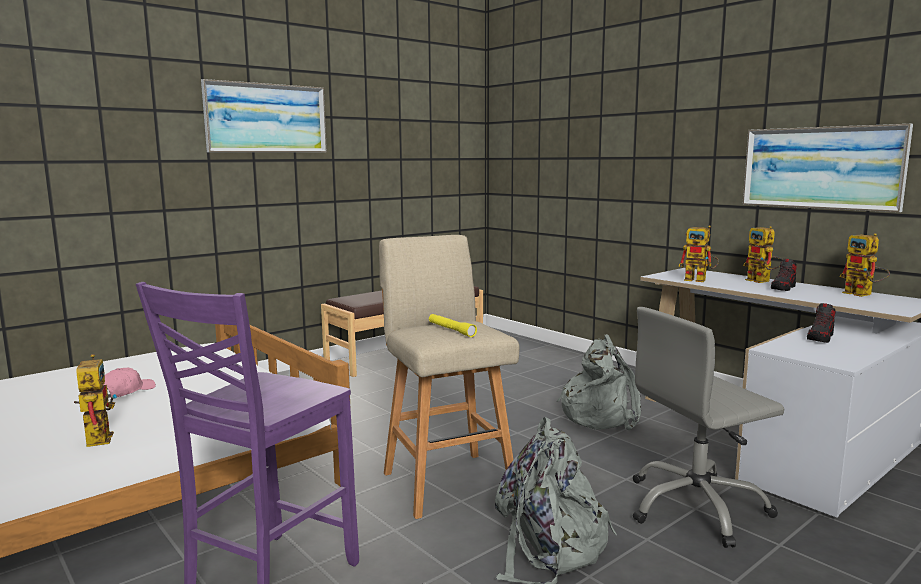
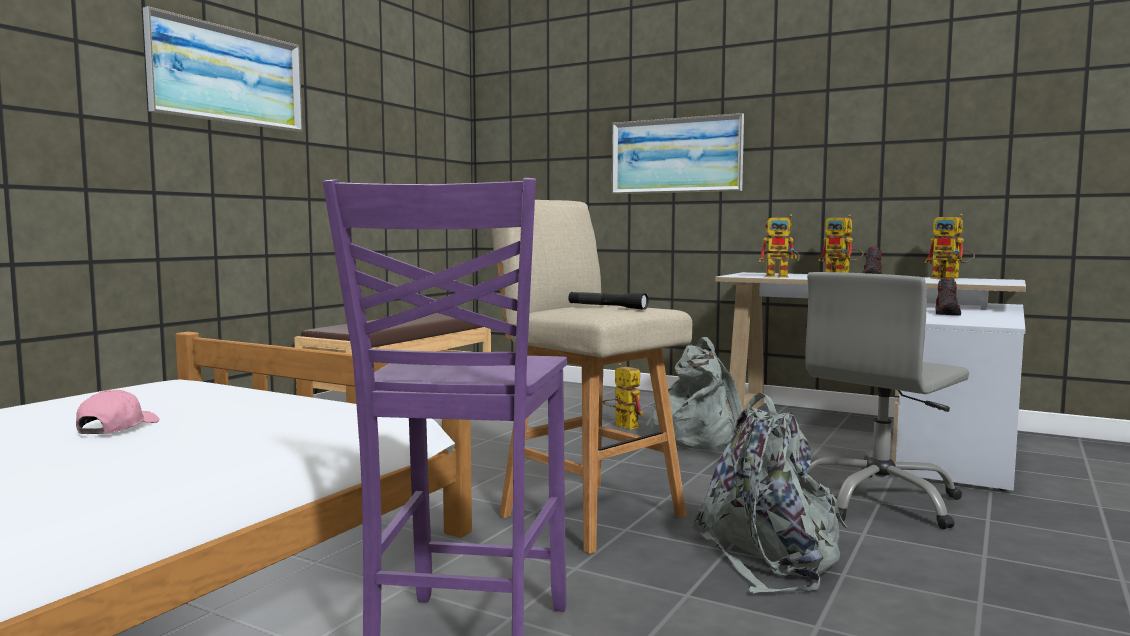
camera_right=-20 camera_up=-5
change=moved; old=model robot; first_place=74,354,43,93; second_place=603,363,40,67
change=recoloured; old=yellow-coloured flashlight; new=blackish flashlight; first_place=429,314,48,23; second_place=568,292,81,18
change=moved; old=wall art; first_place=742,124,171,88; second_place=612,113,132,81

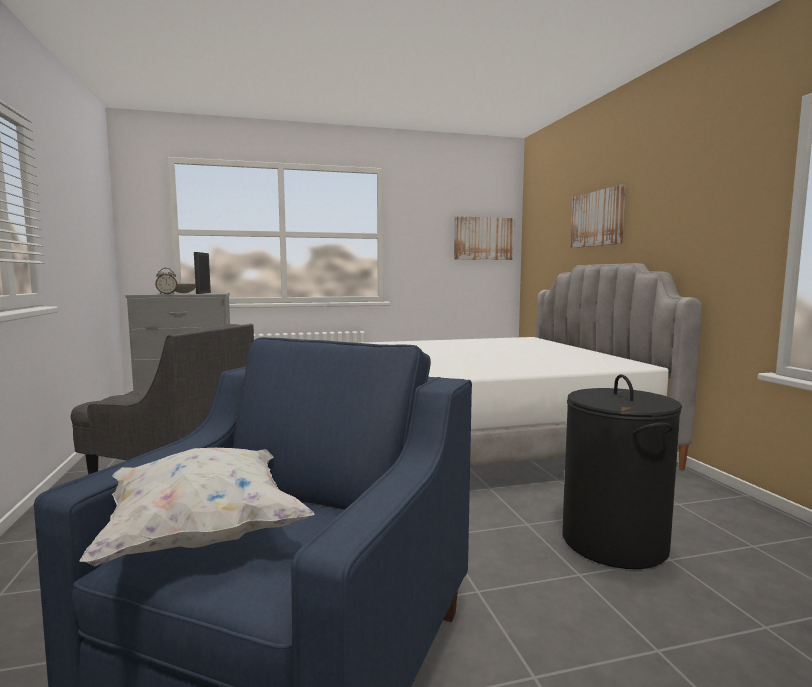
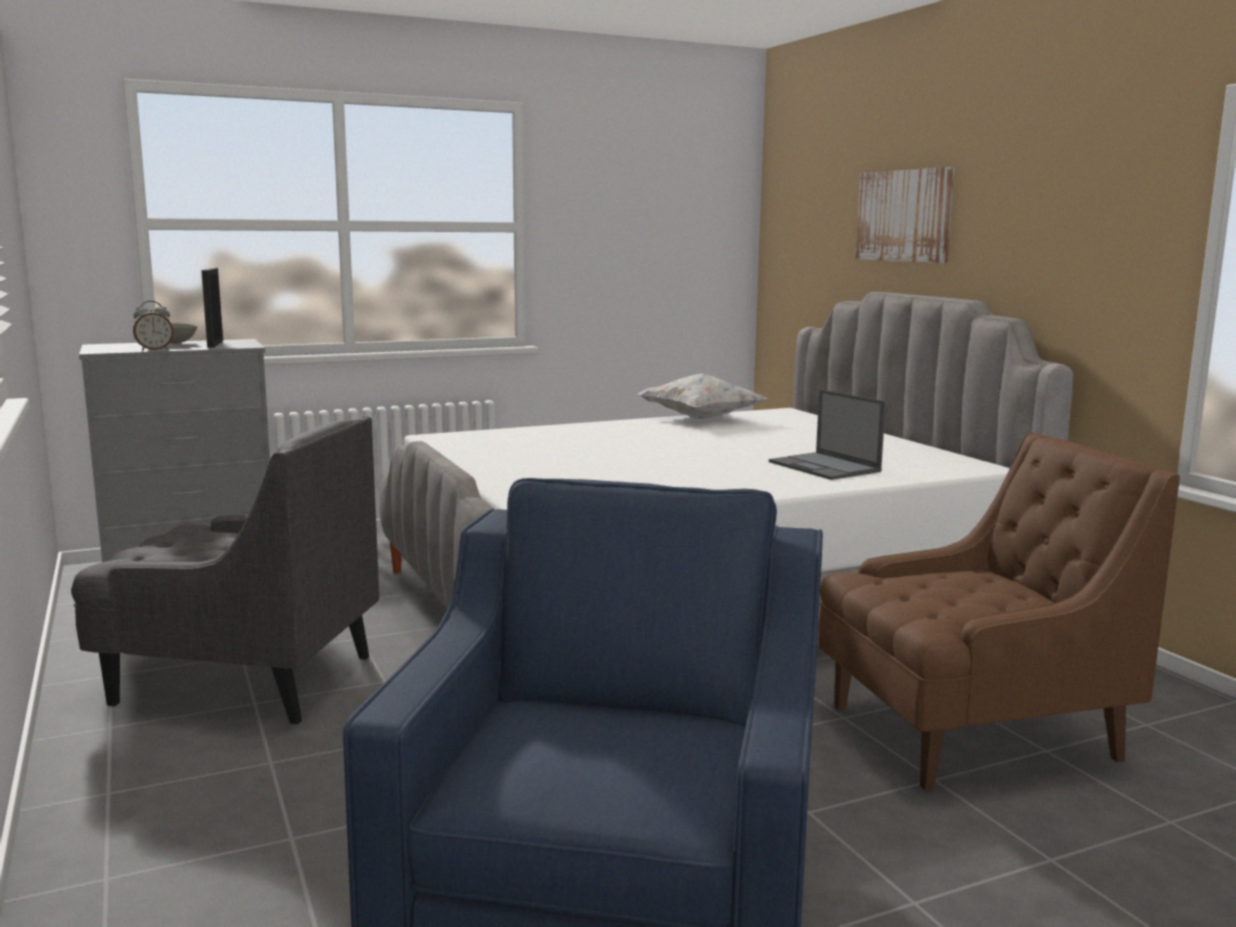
camera_right=-10 camera_up=5
change=moved; old=white-coloured throw pillow; first_place=79,448,236,118; second_place=638,374,129,45
change=removed; old=wall art; first_place=454,216,60,44
change=replaced; old=blackish laundry basket; new=brown lounge chair; first_place=562,374,120,195; second_place=819,432,361,359
change=added; new=laptop; second_place=769,389,117,91

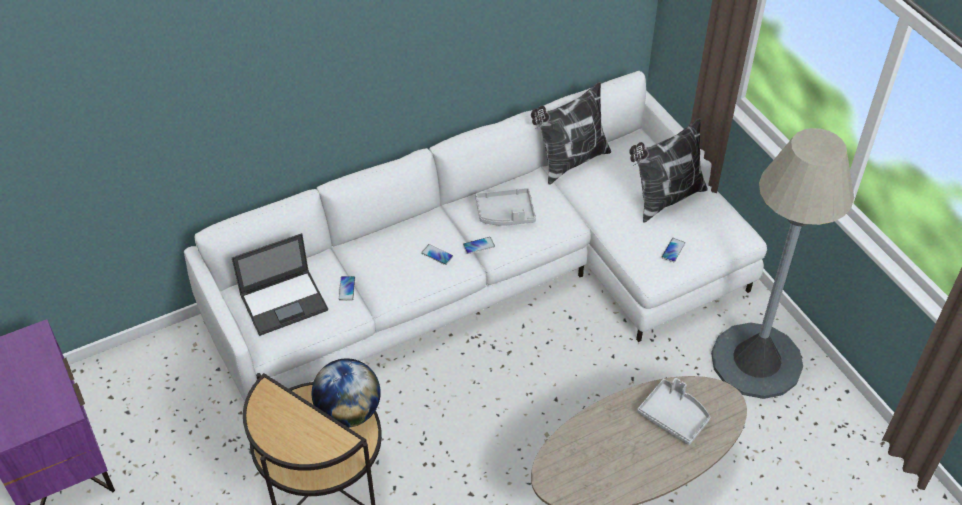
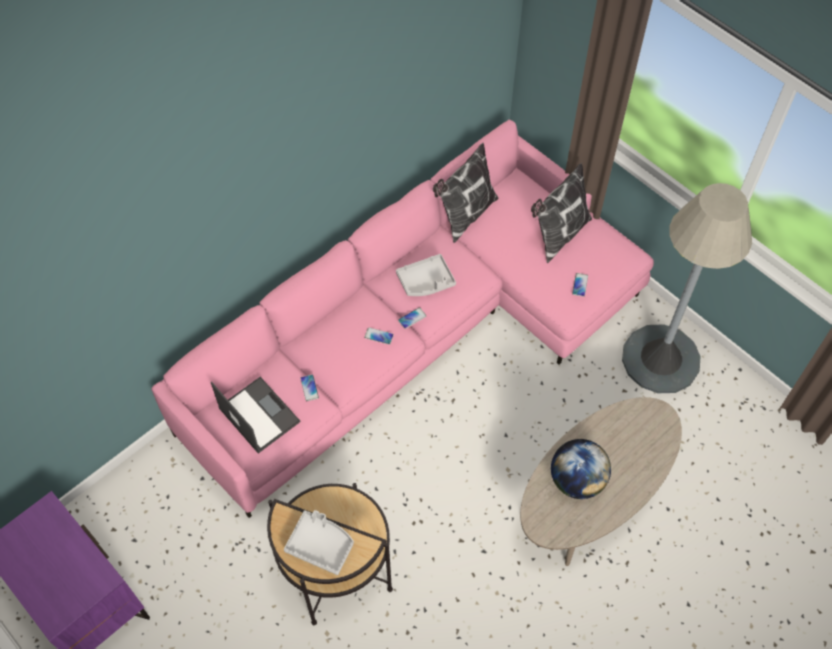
camera_right=-15 camera_up=10
change=recoloured; old=white-coloured settee; new=pinkish settee; first_place=184,71,583,330; second_place=151,120,503,398
change=turned; old=laptop; first_place=232,233,96,103; second_place=211,377,90,76; degrees=-90
change=moved; old=world globe; first_place=312,358,69,70; second_place=551,439,60,60
change=moved; old=gray serving tray; first_place=637,378,73,67; second_place=284,510,70,65

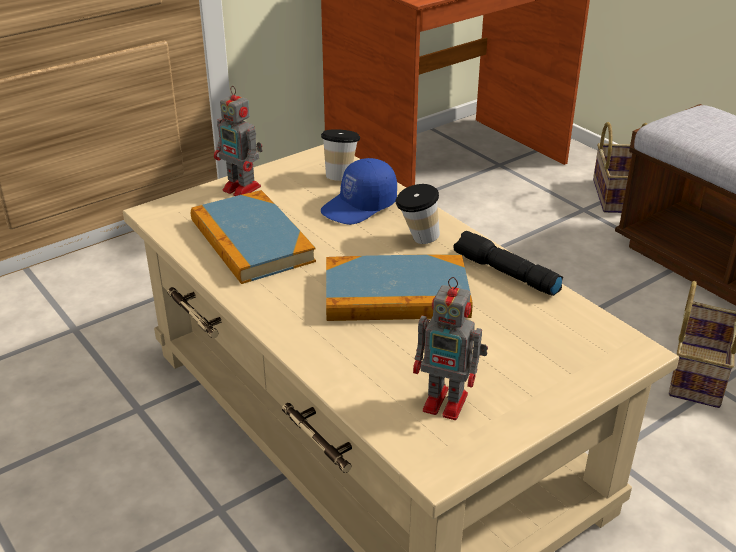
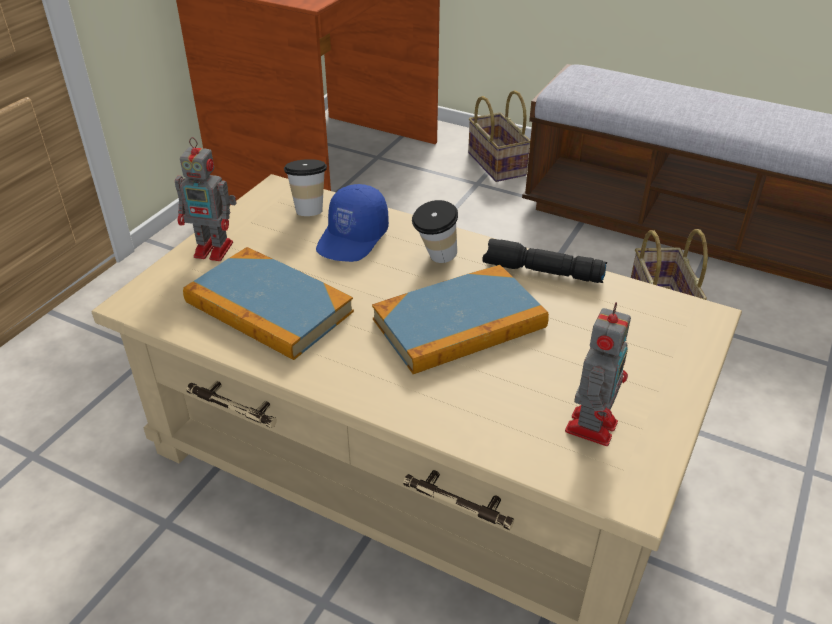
camera_right=-25 camera_up=5
change=turned; old=model robot; first_place=413,277,75,143; second_place=565,302,66,144; degrees=-60

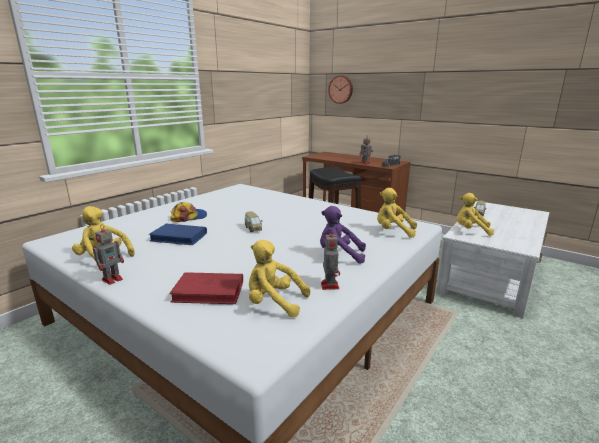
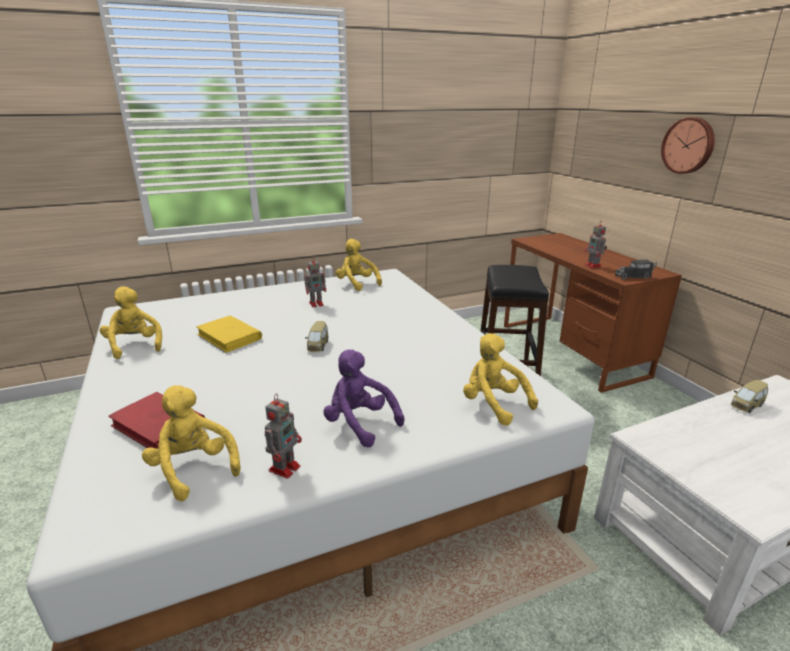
camera_right=30 camera_up=5
change=moved; old=model robot; first_place=93,224,31,61; second_place=304,258,22,49
change=recoloured; old=bluish bound book; new=yellow-coloured bound book; first_place=148,224,59,21; second_place=196,315,66,38
change=removed; old=cap; first_place=170,202,37,20
change=moved; old=clock on the wall; first_place=328,75,25,29; second_place=661,117,54,57
change=moved; old=yellow-coloured cuddly toy; first_place=457,193,37,43; second_place=336,239,46,52

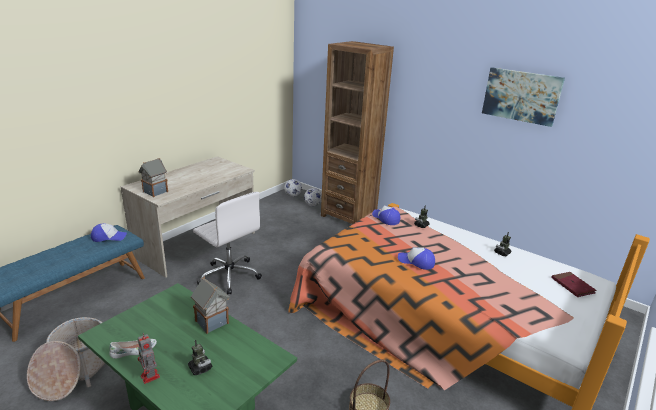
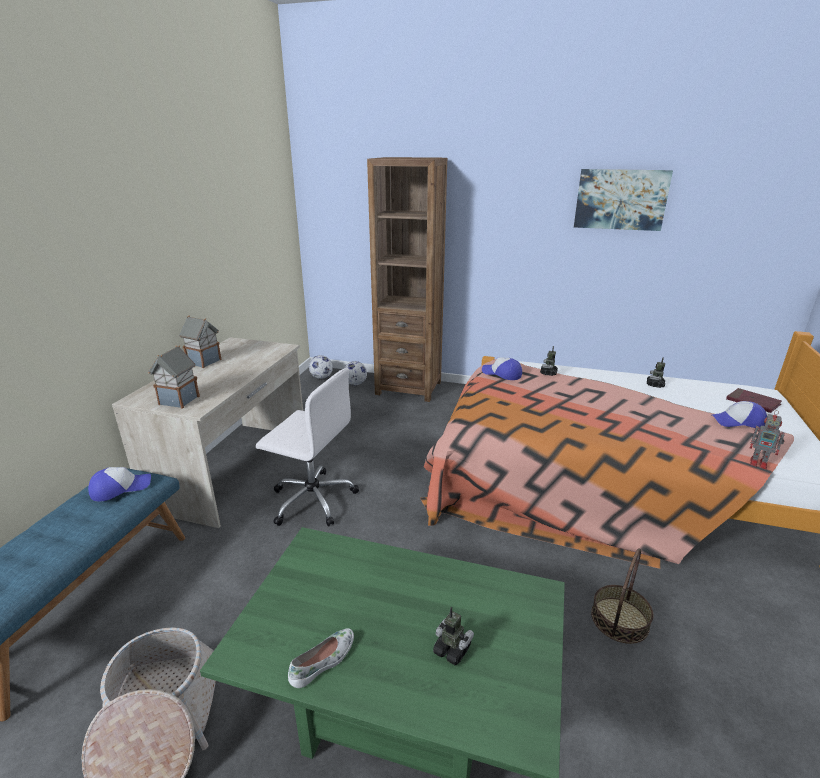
camera_right=-20 camera_up=0
change=moved; old=model robot; first_place=138,333,22,51; second_place=750,410,35,59
change=moved; old=miniature house; first_place=191,276,39,58; second_place=179,315,42,53
change=moved; old=cap; first_place=398,247,37,23; second_place=712,401,55,27

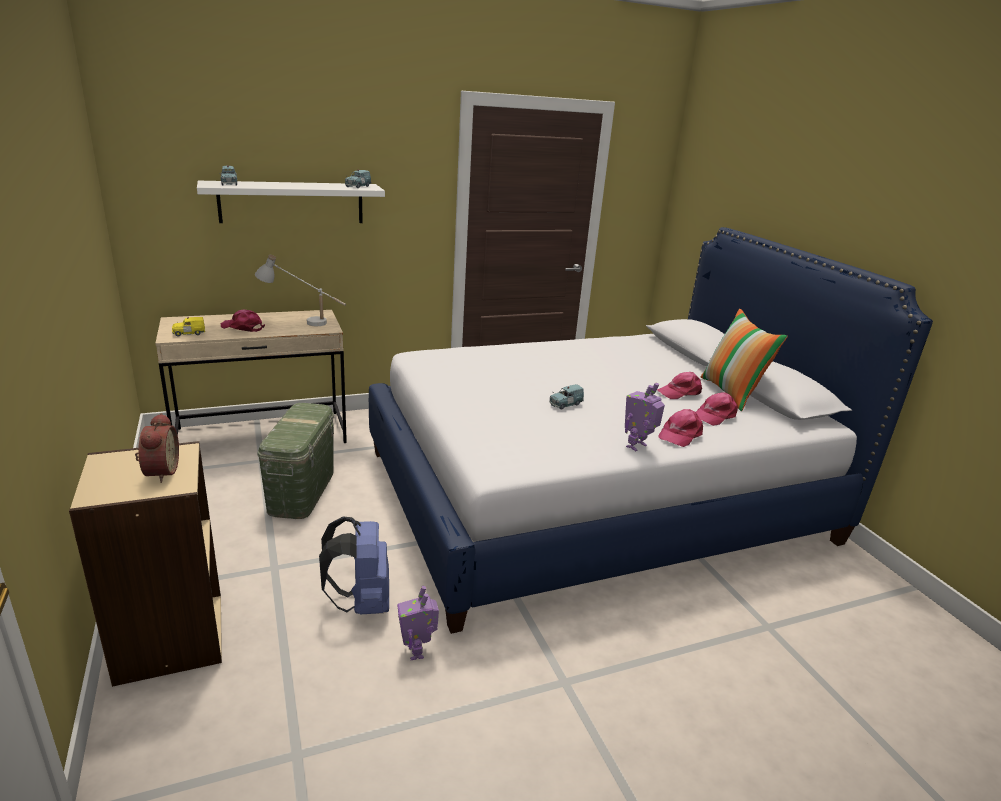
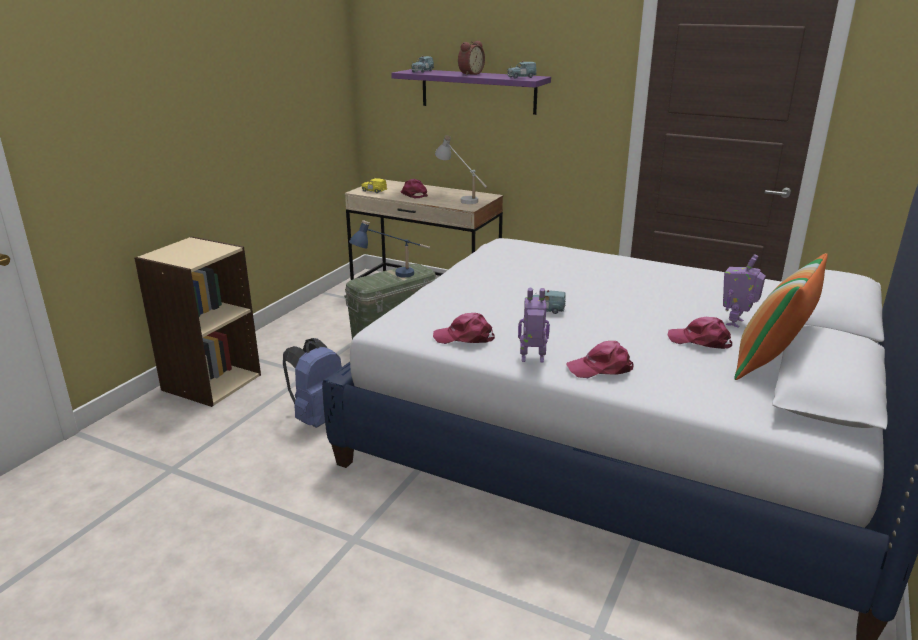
camera_right=50 camera_up=0
change=moved; old=alarm clock; first_place=135,413,44,70; second_place=458,41,27,34
change=recoloured; old=white-coloured wall shelf; new=purplish wall shelf; first_place=197,181,188,42; second_place=391,69,160,46
change=moved; old=model robot; first_place=397,586,42,74; second_place=723,254,43,74
change=moved; old=pinkish cap; first_place=695,393,43,33; second_place=433,313,62,31
change=added; new=bluish tabletop lamp; second_place=349,220,81,58

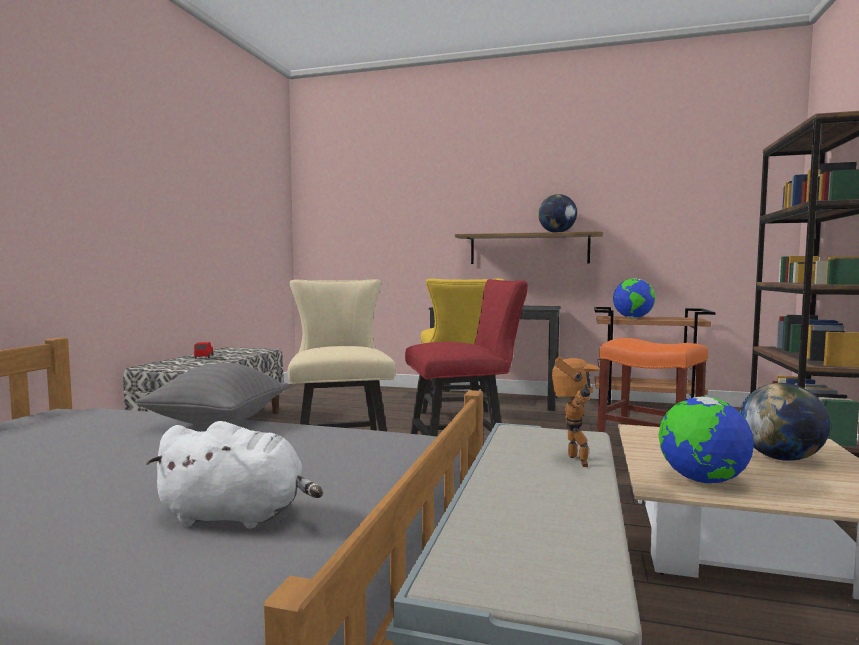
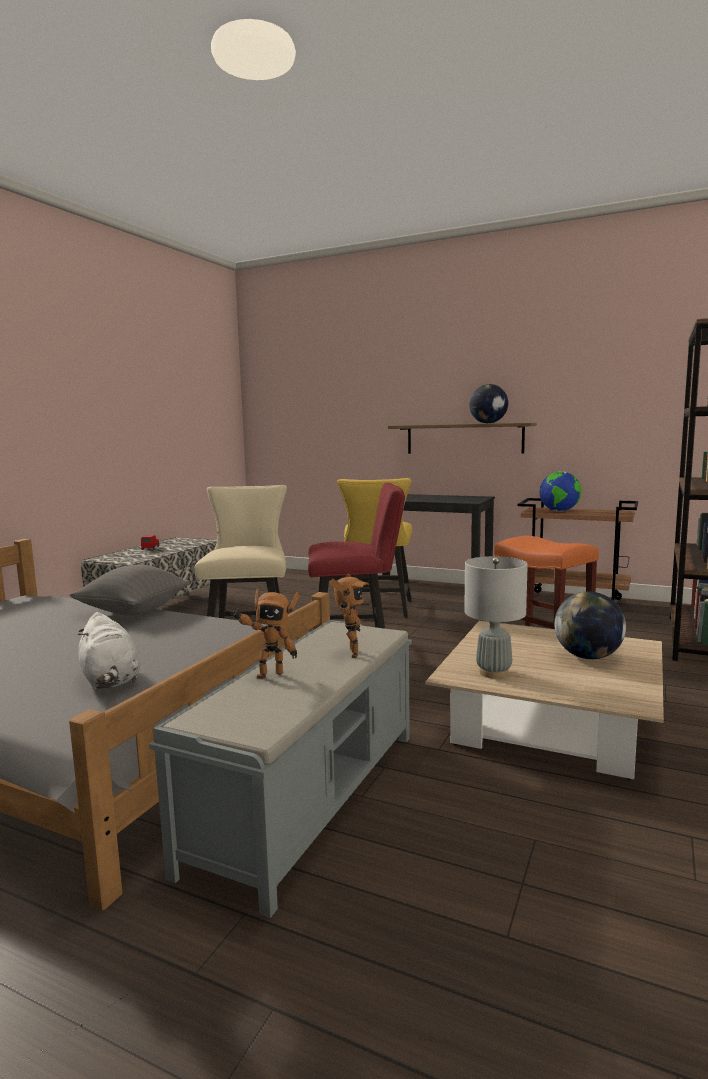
camera_right=10 camera_up=5
change=turned; old=white-coloured cuddly toy; first_place=146,421,177,108; second_place=78,612,62,78; degrees=45
change=replaced; old=world globe; new=gray tabletop lamp; first_place=658,396,96,88; second_place=464,556,64,123
change=added; new=model robot; second_place=231,588,69,91

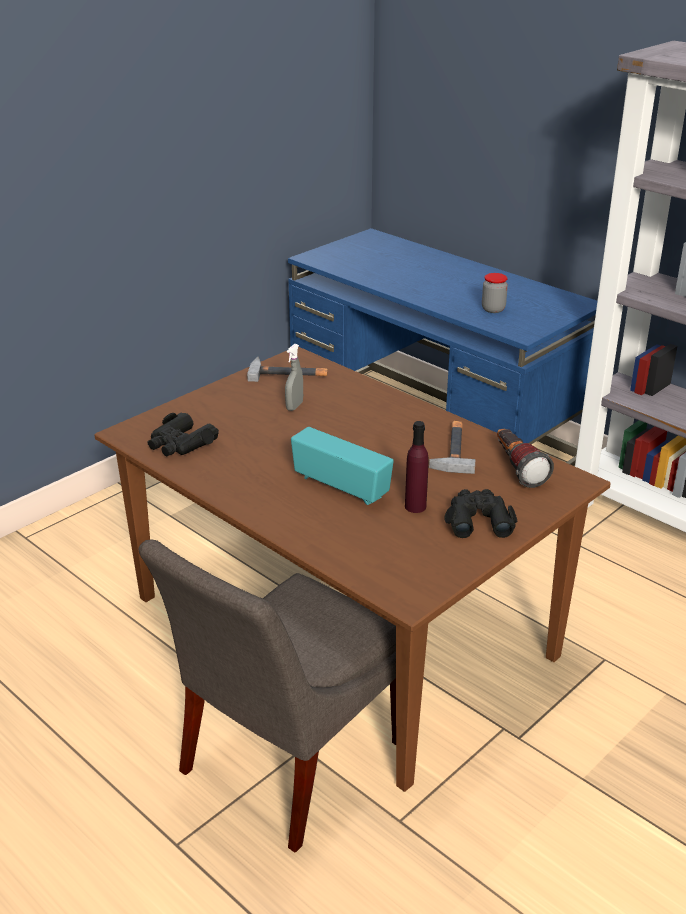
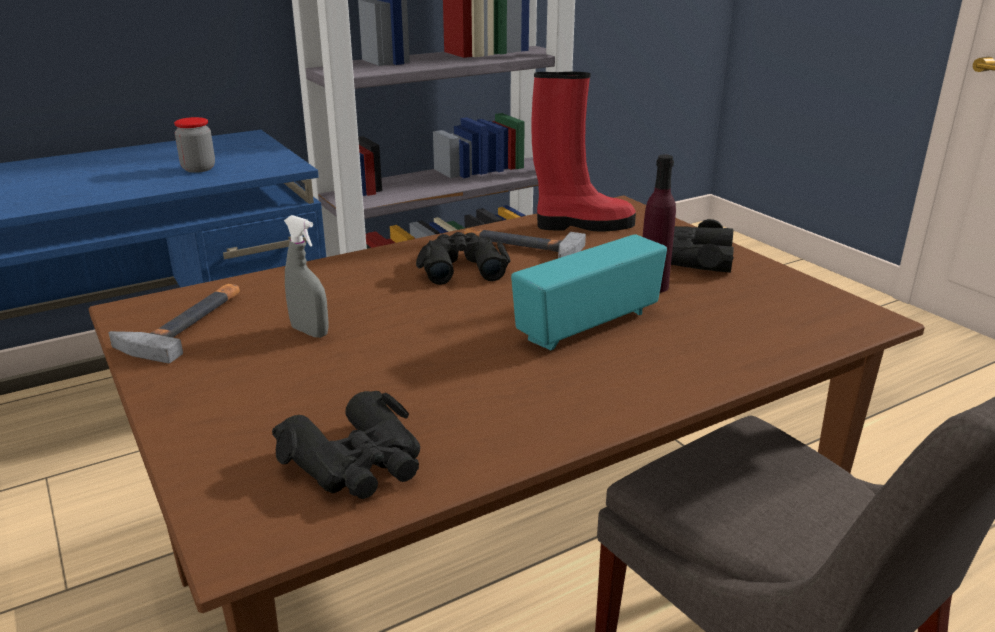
camera_right=-75 camera_up=-5
change=replaced; old=flashlight; new=reddish tall boot; first_place=497,429,57,59; second_place=531,72,105,159
change=added; new=blackish field glasses; second_place=416,232,95,53

